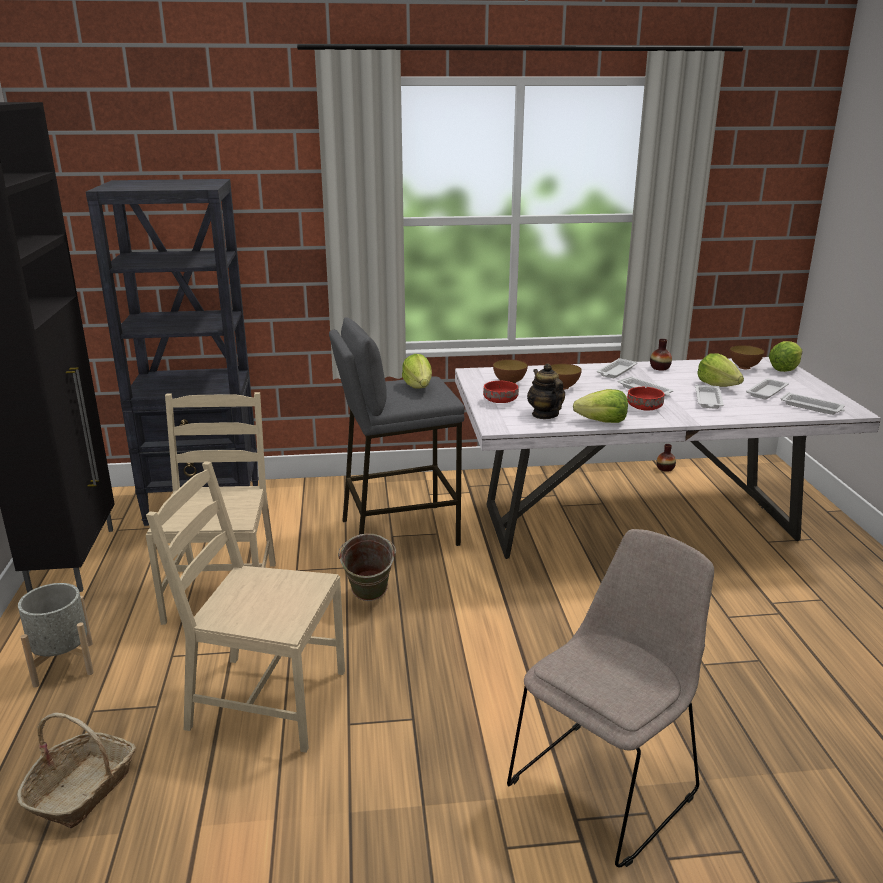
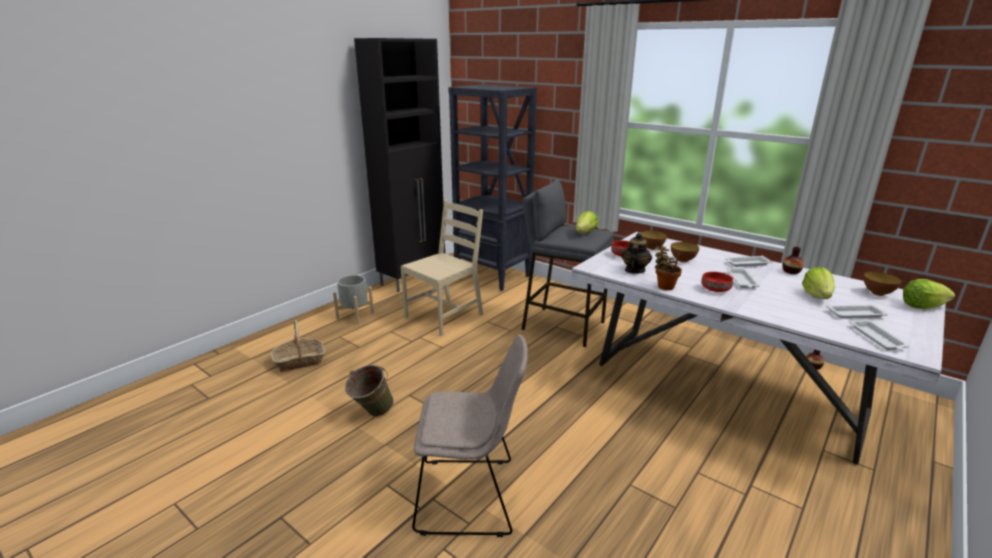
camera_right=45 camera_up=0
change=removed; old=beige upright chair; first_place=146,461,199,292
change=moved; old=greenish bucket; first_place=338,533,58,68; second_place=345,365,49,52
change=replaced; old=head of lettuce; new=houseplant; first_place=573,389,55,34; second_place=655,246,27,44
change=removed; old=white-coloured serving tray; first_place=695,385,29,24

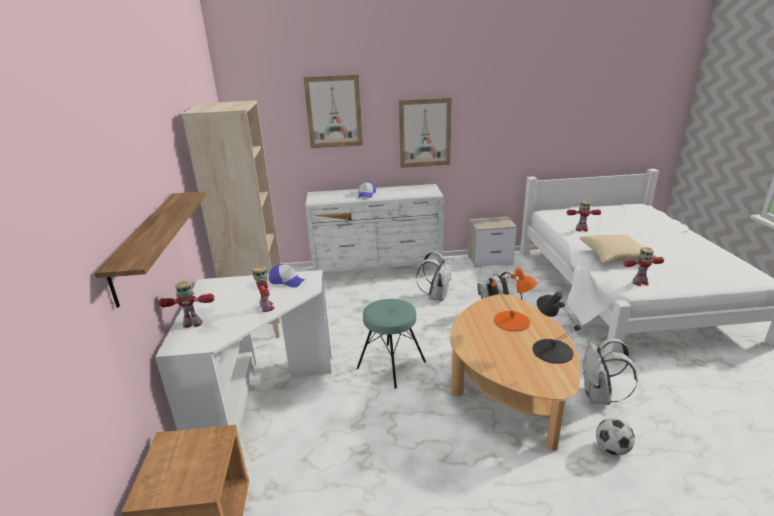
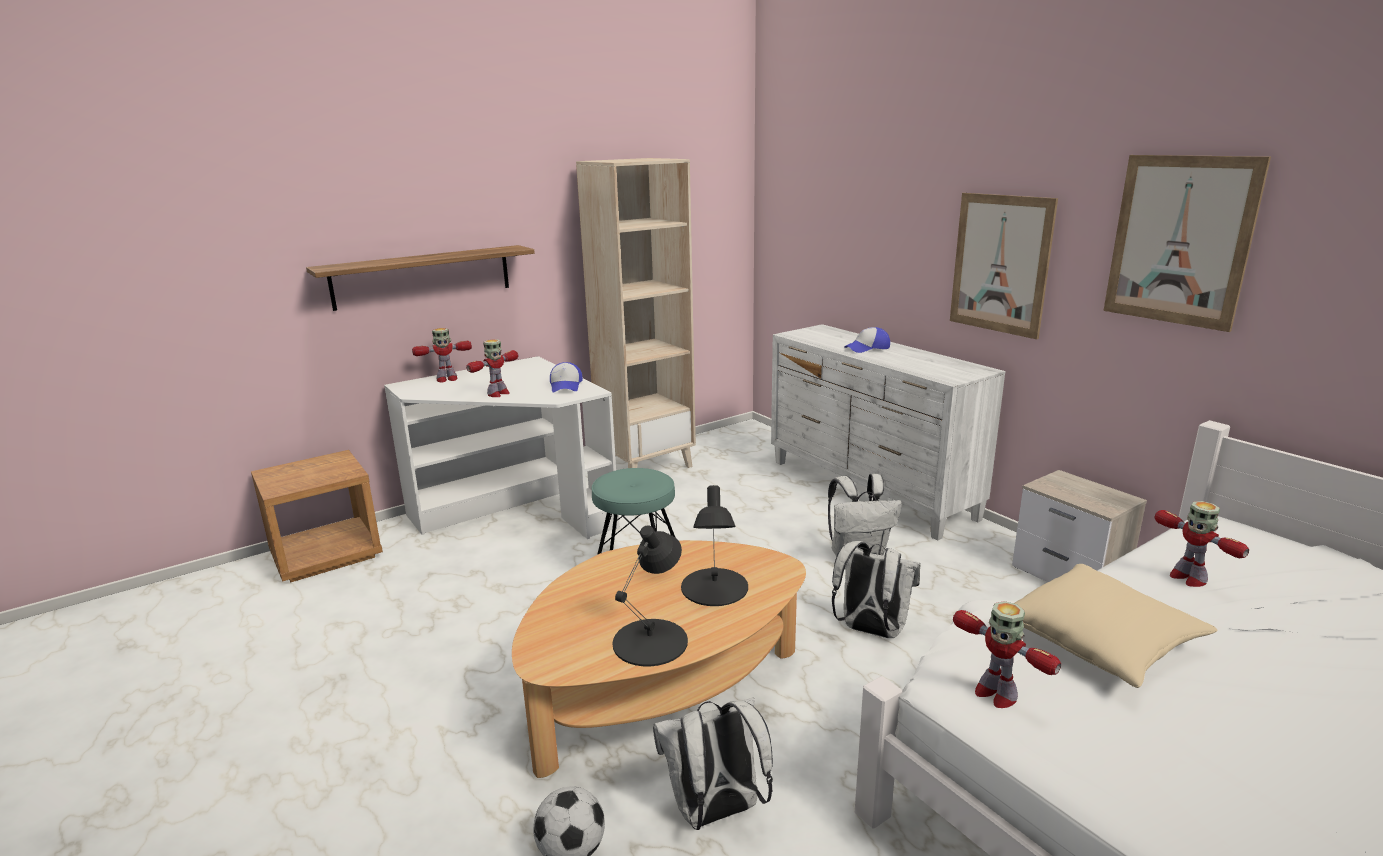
camera_right=60 camera_up=-5
change=turned; old=model robot; first_place=159,281,55,47; second_place=412,328,60,55; degrees=105
change=moved; old=wall art; first_place=303,75,60,73; second_place=1104,155,167,177
change=recoloured; old=orange-coloured tabletop lamp; new=blackish tabletop lamp; first_place=491,268,47,63; second_place=681,485,67,121

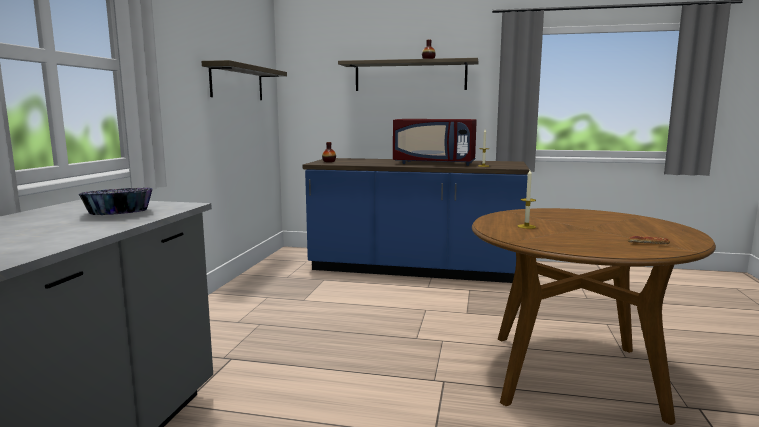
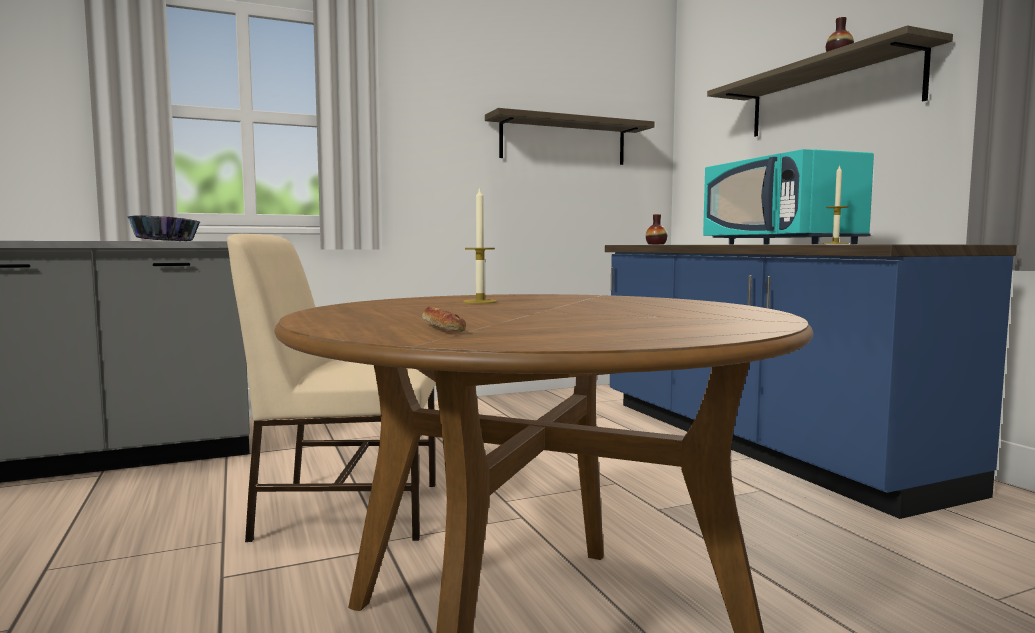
camera_right=55 camera_up=-5
change=recoloured; old=reddish microwave; new=turquoise microwave; first_place=393,119,84,47; second_place=703,149,171,95
change=added; new=beige upright chair; second_place=227,234,209,308

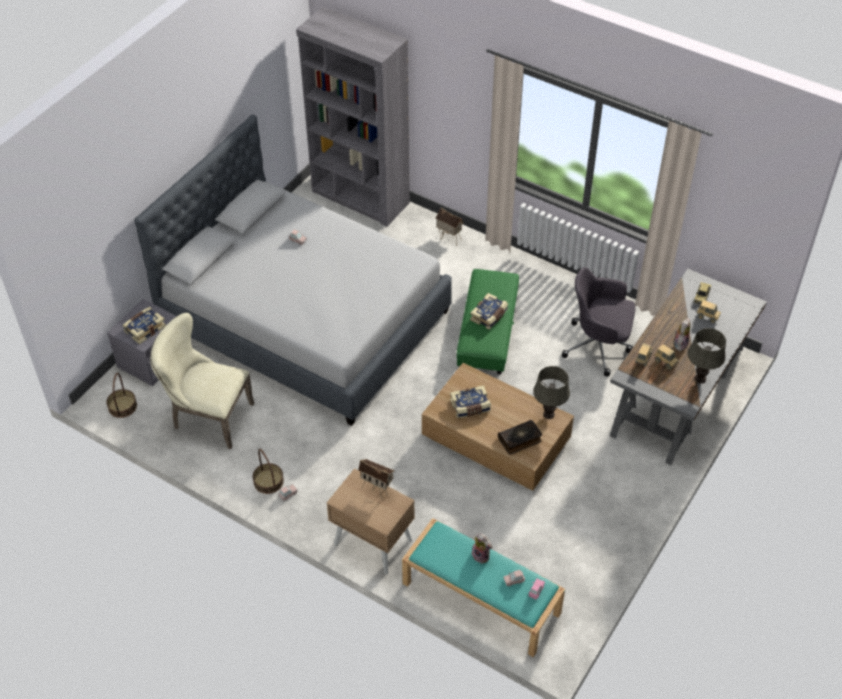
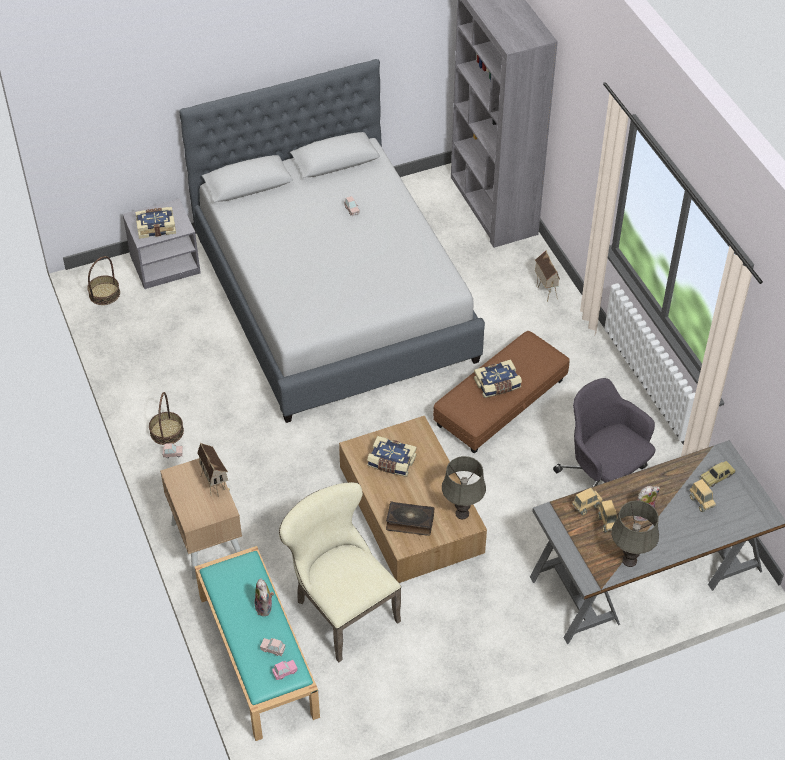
camera_right=35 camera_up=0
change=moved; old=beige upright chair; first_place=150,312,104,137; second_place=279,482,122,180
change=recoloured; old=greenish footrest; new=brown footrest; first_place=457,269,62,106; second_place=433,331,137,123

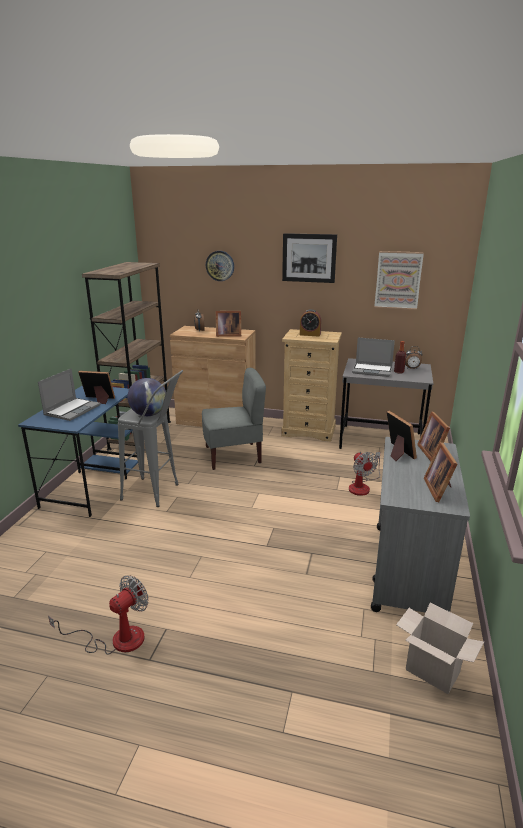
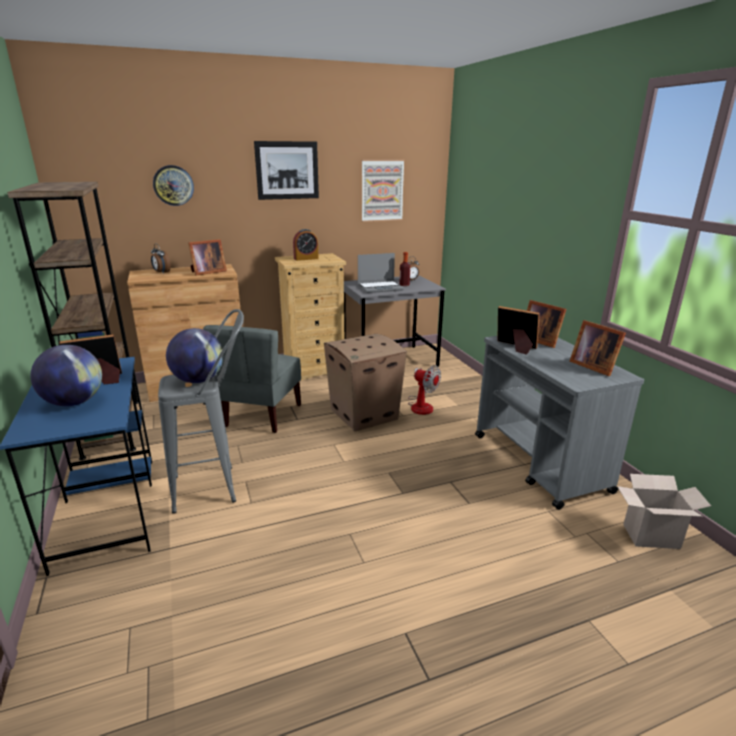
camera_right=-35 camera_up=0
change=replaced; old=laptop; new=world globe; first_place=38,368,62,53; second_place=31,345,71,61
change=removed; old=fan; first_place=48,575,101,80
change=turned; old=gray upright chair; first_place=202,368,64,102; second_place=203,325,98,108; degrees=150
change=added; new=cardboard box; second_place=324,334,83,97

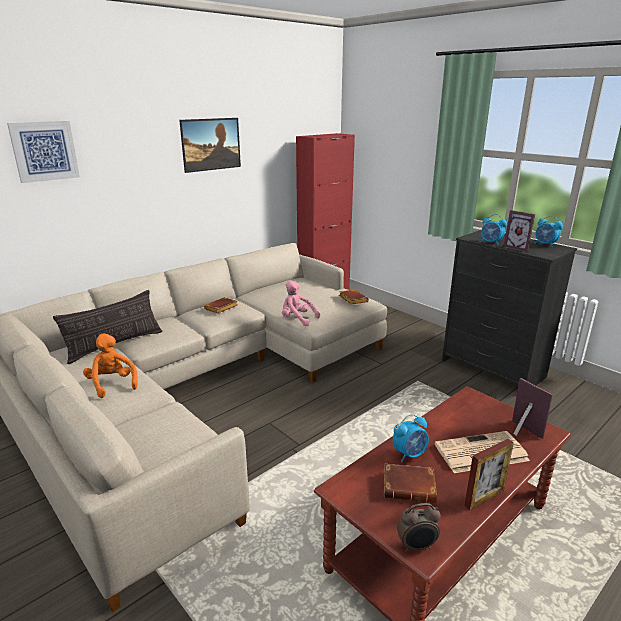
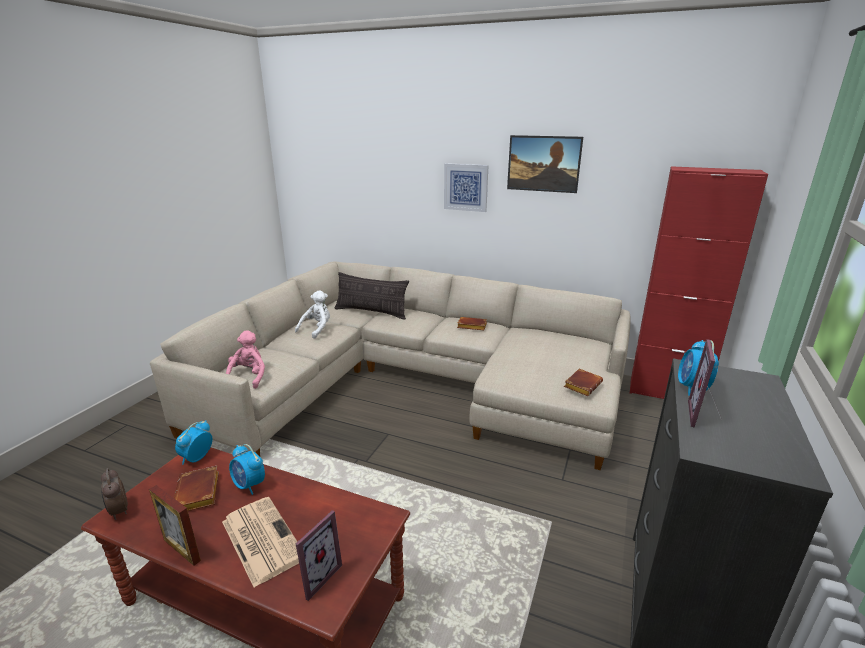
camera_right=65 camera_up=0
change=moved; old=wall art; first_place=7,121,73,62; second_place=444,163,45,49
change=recoloured; old=orange-coloured cuddly toy; new=white-coloured cuddly toy; first_place=83,333,55,65; second_place=295,290,35,49
change=moved; old=pinkish cuddly toy; first_place=282,281,38,46; second_place=226,330,39,59
change=moved; old=alarm clock; first_place=534,216,29,31; second_place=175,420,38,45

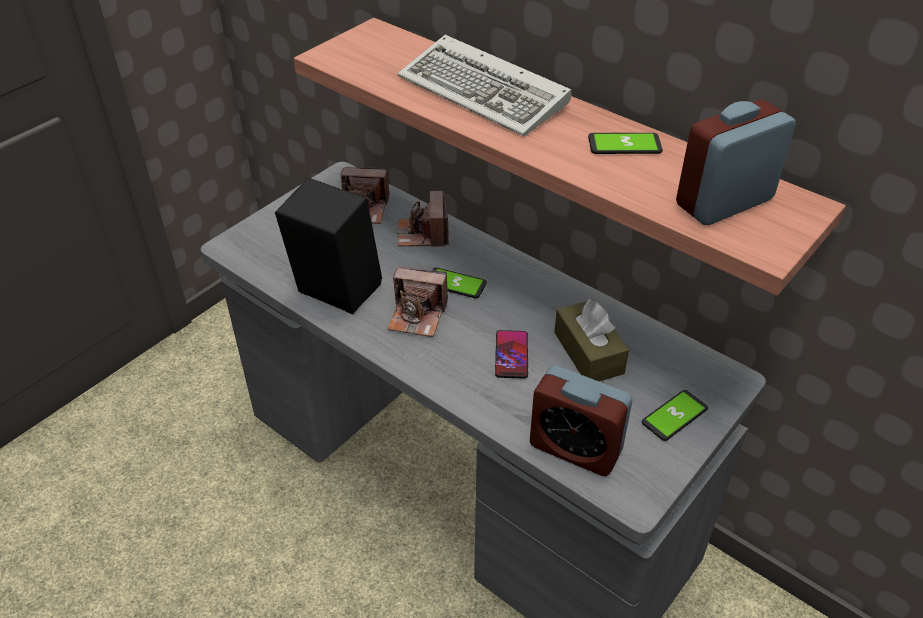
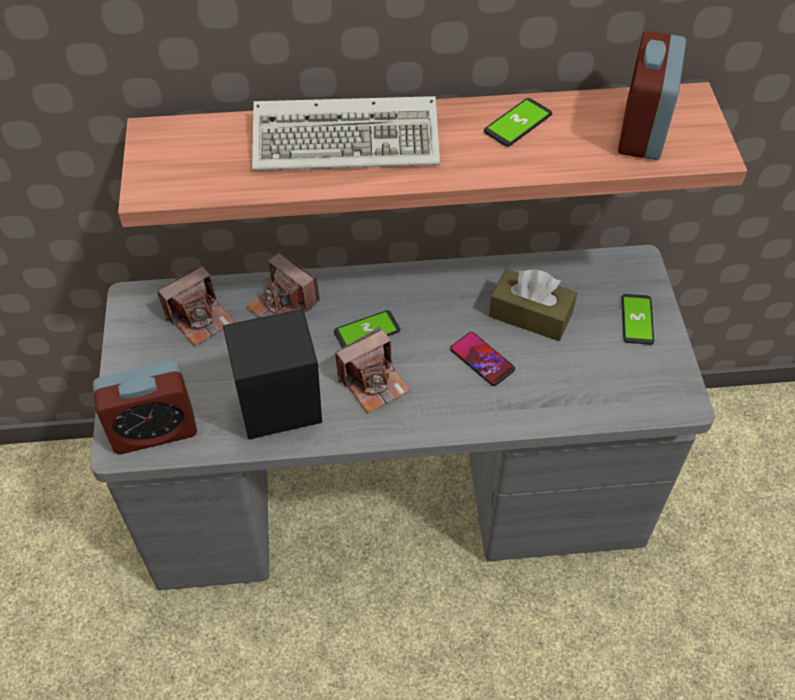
camera_right=-45 camera_up=10
change=moved; old=alarm clock; first_place=530,365,103,111; second_place=93,361,104,93

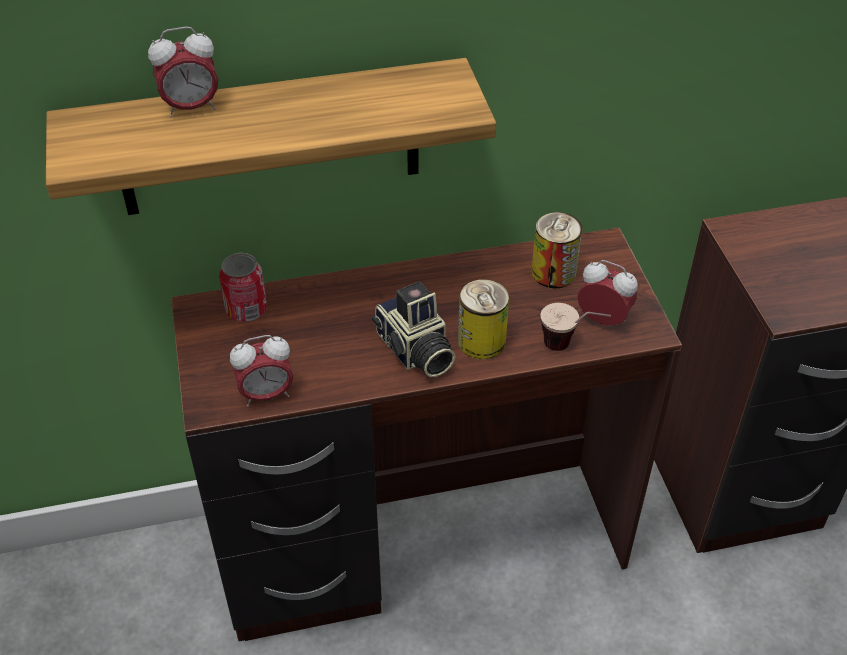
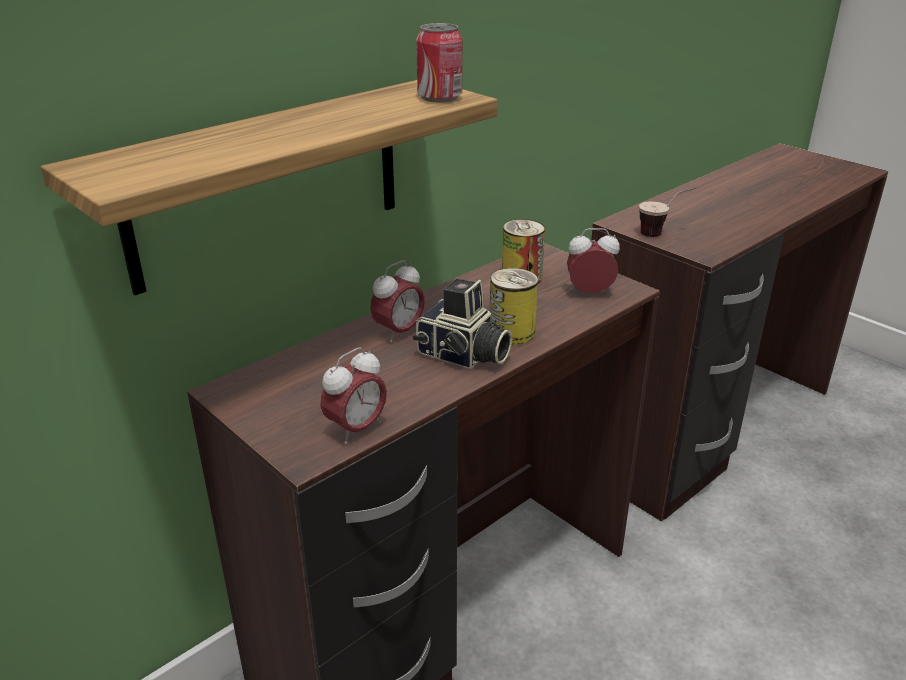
camera_right=-30 camera_up=-15
change=moved; old=alarm clock; first_place=148,27,70,90; second_place=370,261,55,81
change=moved; old=can; first_place=219,253,48,69; second_place=416,23,46,79
change=moved; old=cup; first_place=540,303,71,48; second_place=639,187,57,50

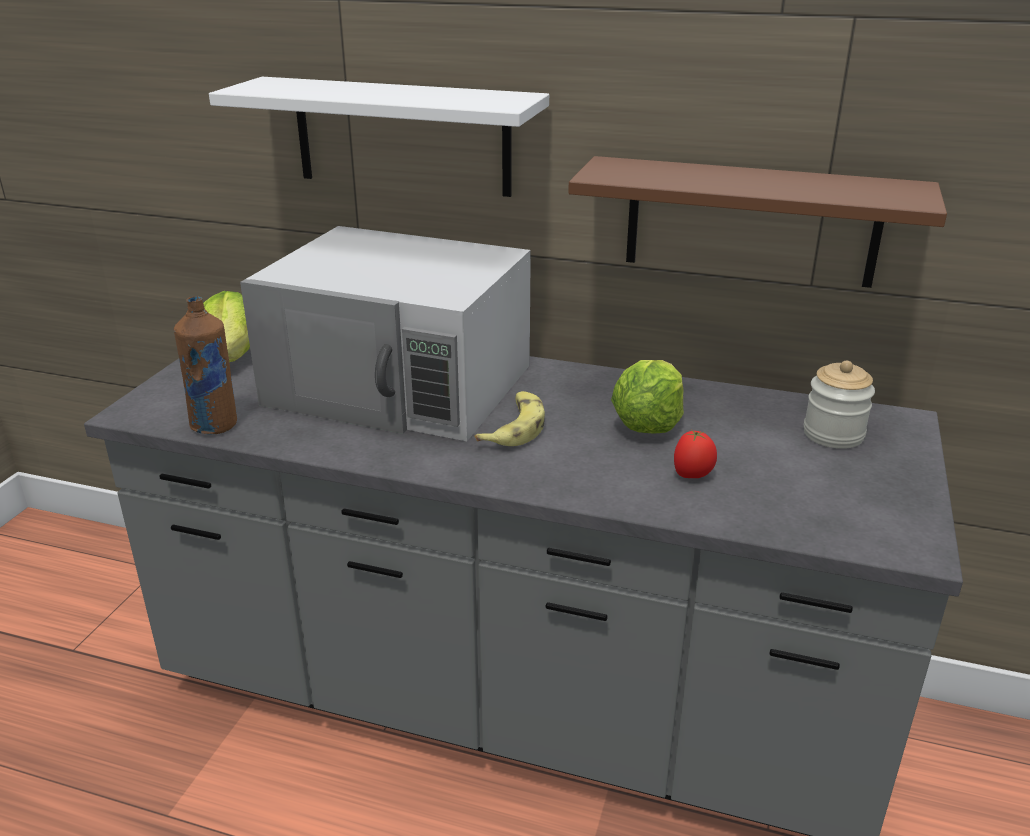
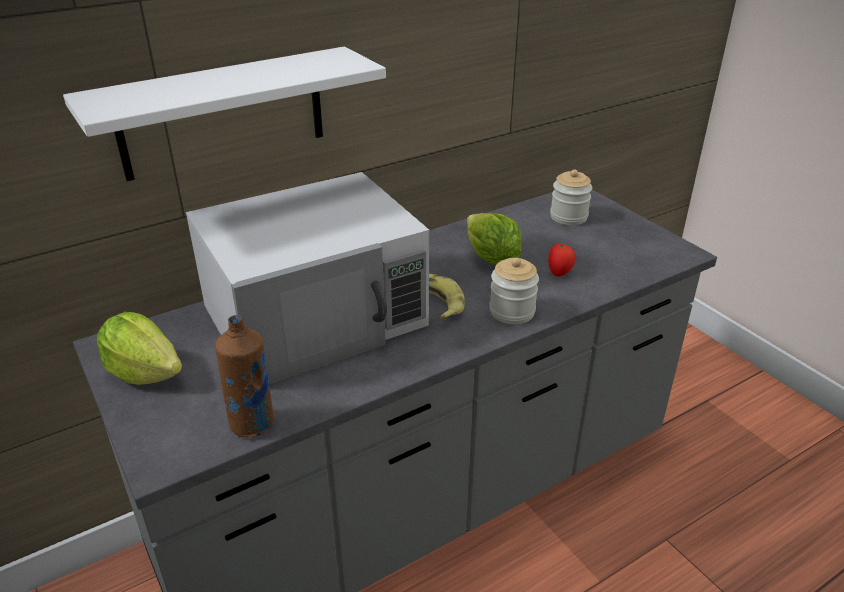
camera_right=-50 camera_up=5
change=removed; old=brown wall shelf; first_place=568,156,379,132
change=added; new=preserve jar; second_place=489,258,50,66

